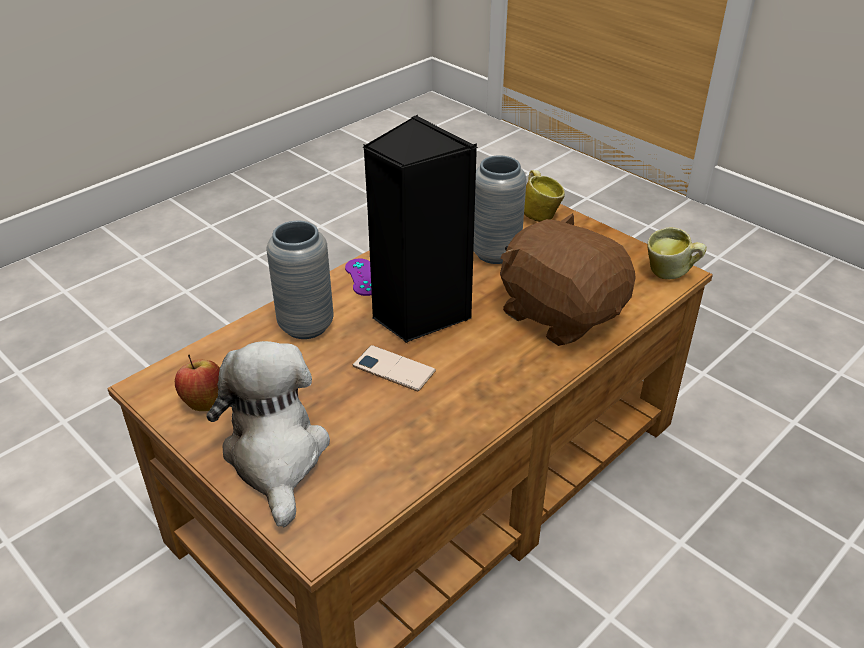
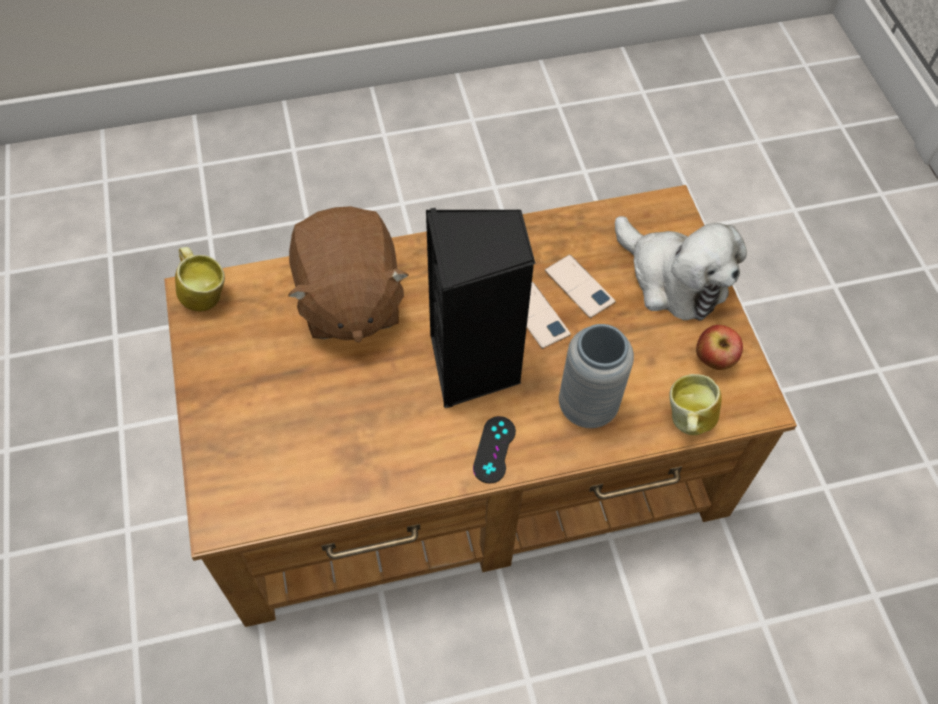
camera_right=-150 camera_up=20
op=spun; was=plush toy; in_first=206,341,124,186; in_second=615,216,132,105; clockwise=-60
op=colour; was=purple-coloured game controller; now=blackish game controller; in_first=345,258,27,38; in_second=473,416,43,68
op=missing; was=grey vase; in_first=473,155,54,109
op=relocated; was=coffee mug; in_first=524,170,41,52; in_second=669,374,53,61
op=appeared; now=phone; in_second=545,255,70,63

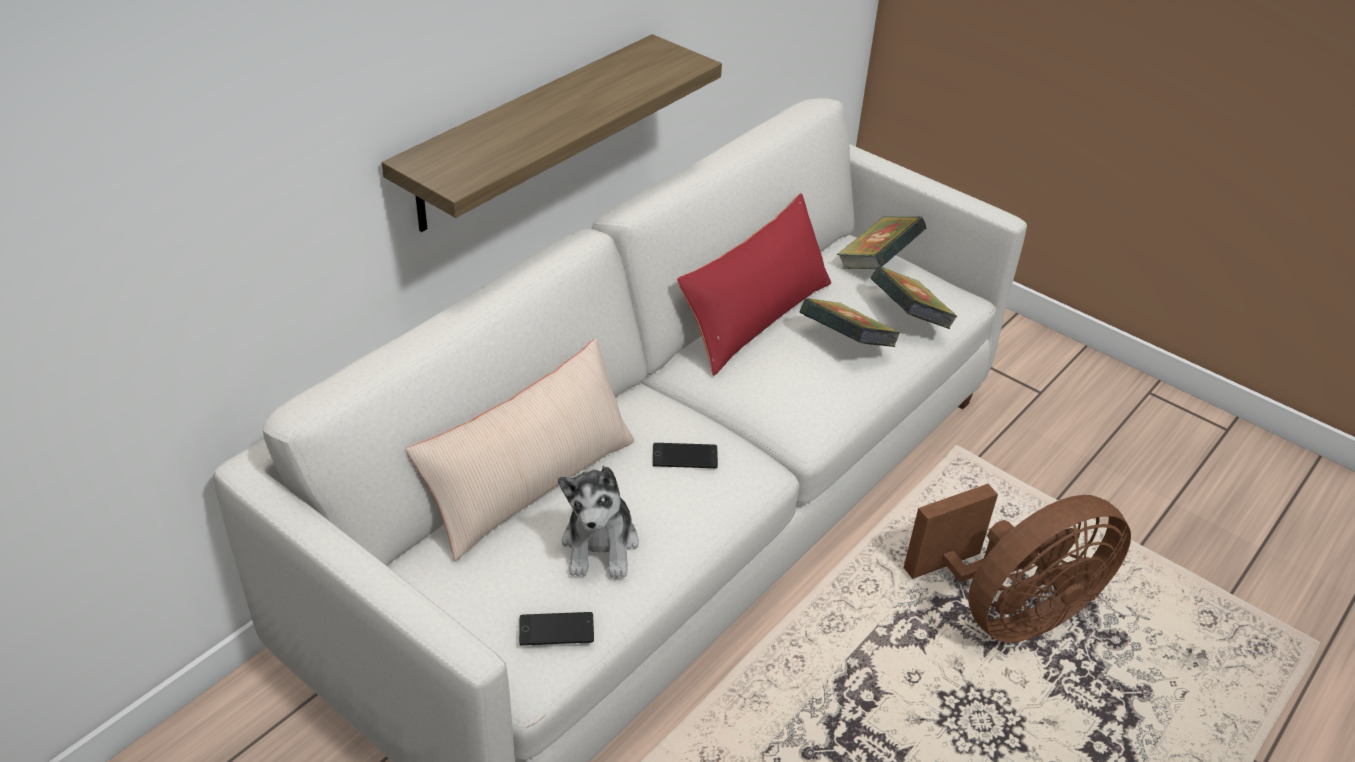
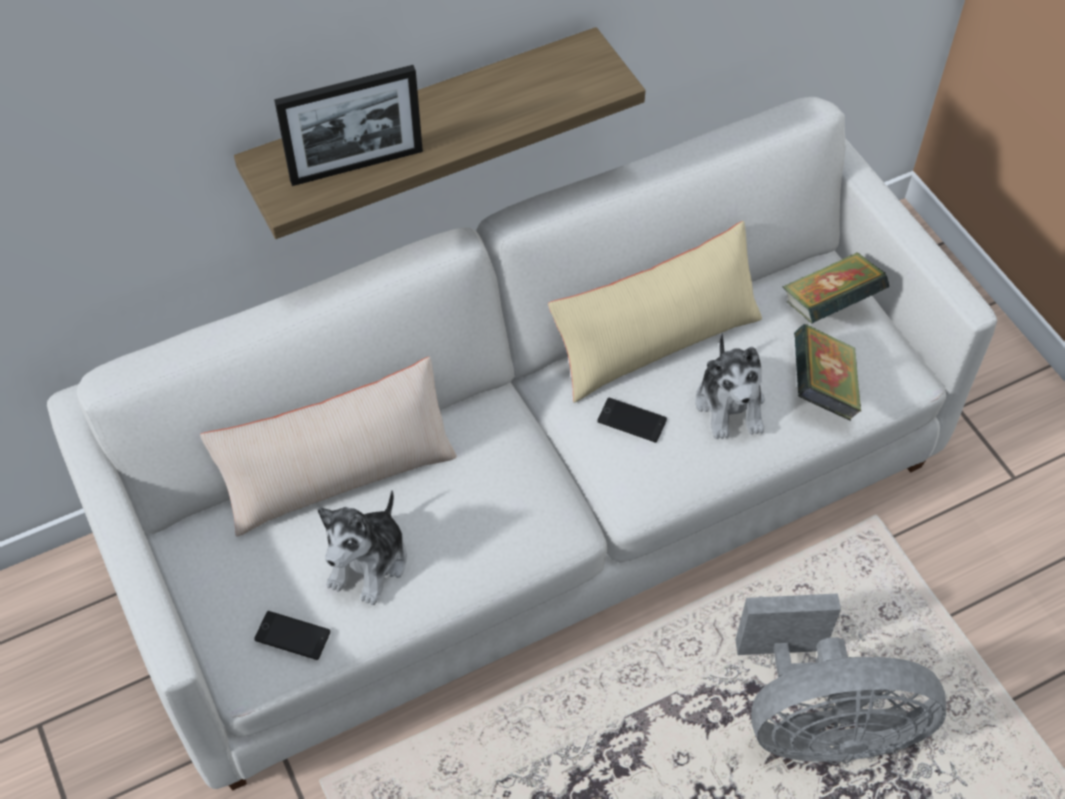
camera_right=25 camera_up=15
op=relocated; was=phone; in_first=653,443,65,26; in_second=597,398,70,45
op=colour; was=red cushion; now=sand-coloured cushion; in_first=677,193,154,183; in_second=548,221,214,182
op=exchanged; was=book; now=plush toy; in_first=800,298,100,49; in_second=696,333,69,107
op=colour; was=brown-coloured fan; now=grey fan; in_first=904,484,227,158; in_second=735,593,211,171
op=appeared; now=picture frame; in_second=274,65,149,121

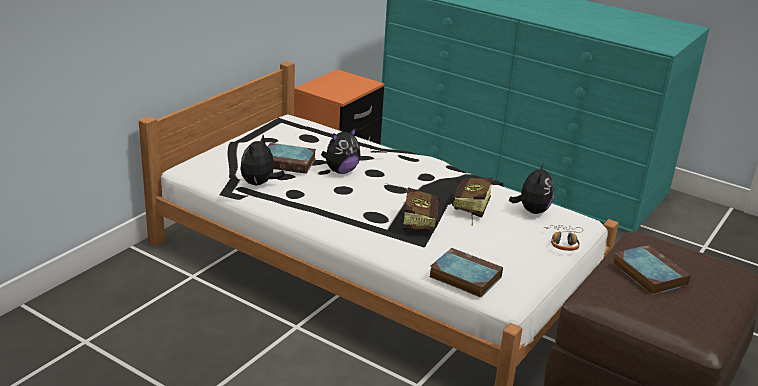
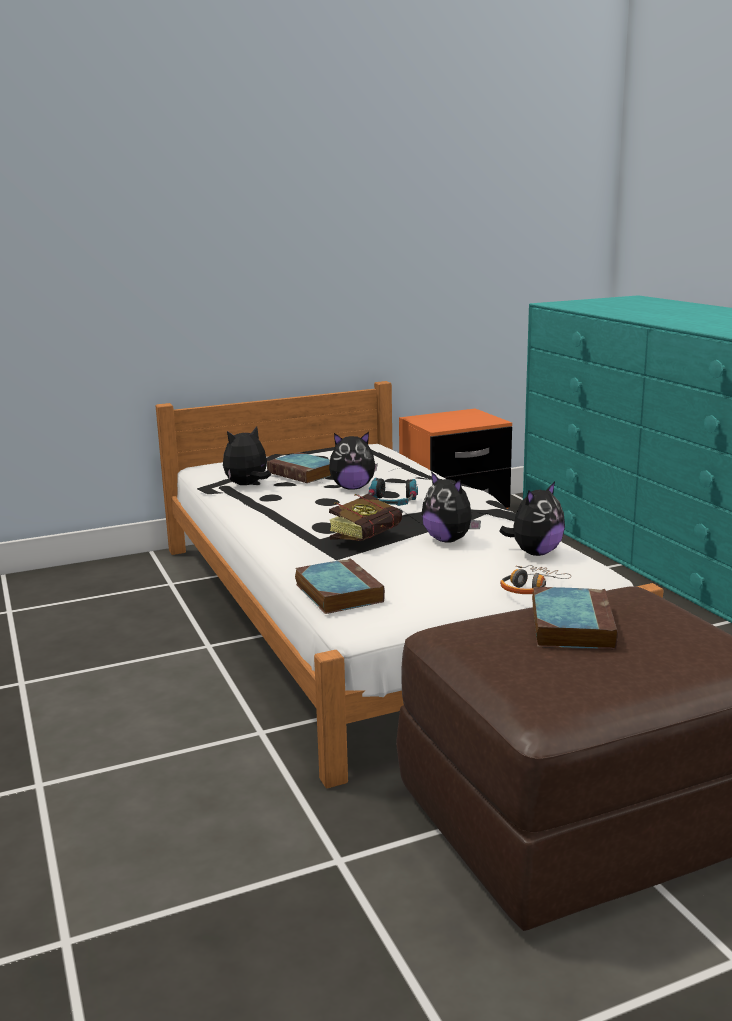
camera_right=35 camera_up=-10
op=exchanged; was=book; now=plush toy; in_first=451,178,43,48; in_second=421,471,60,72
op=appeared; now=headset; in_second=368,478,50,28

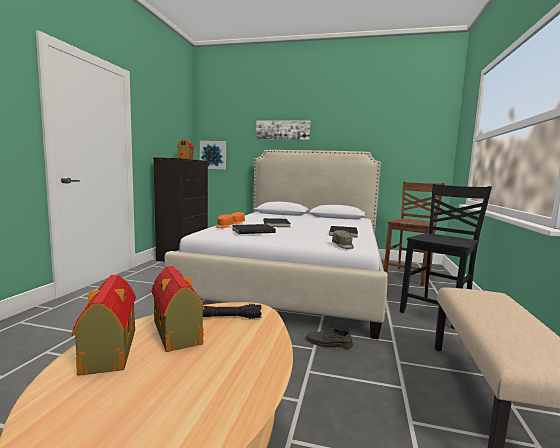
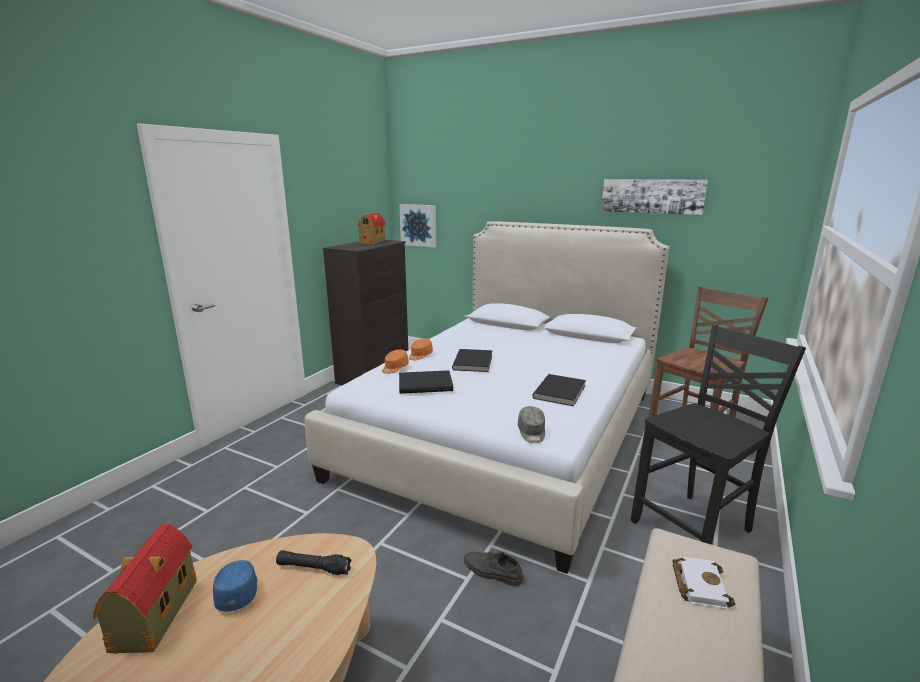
camera_right=15 camera_up=10
op=exchanged; was=toy house; now=bluish baseball cap; in_first=151,266,54,86; in_second=213,560,44,52
op=relocated; was=picture; in_first=256,121,55,19; in_second=601,179,107,36
op=appeared; now=white book; in_second=672,556,63,53

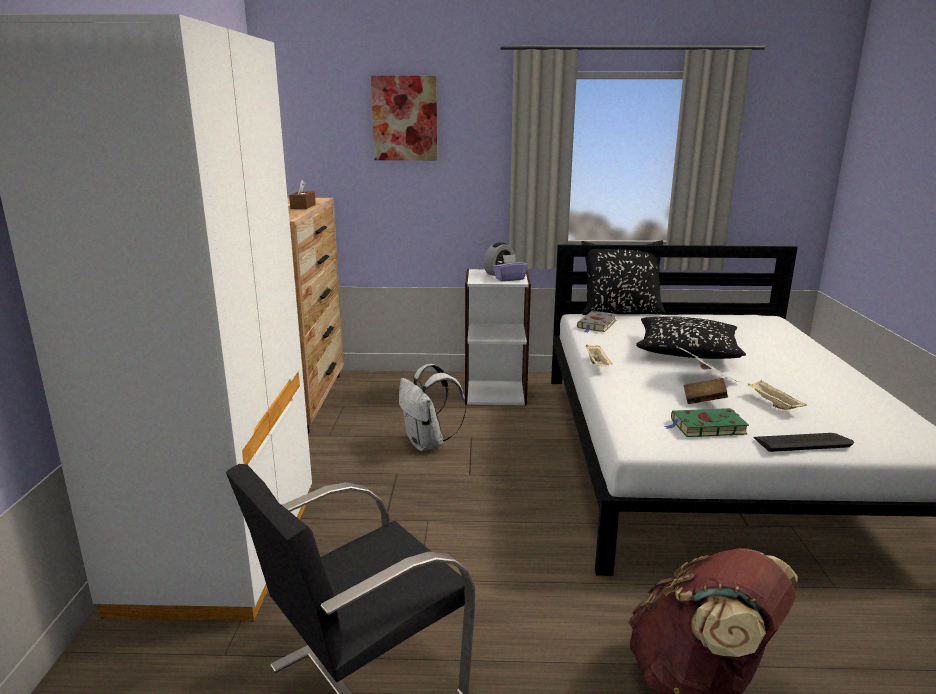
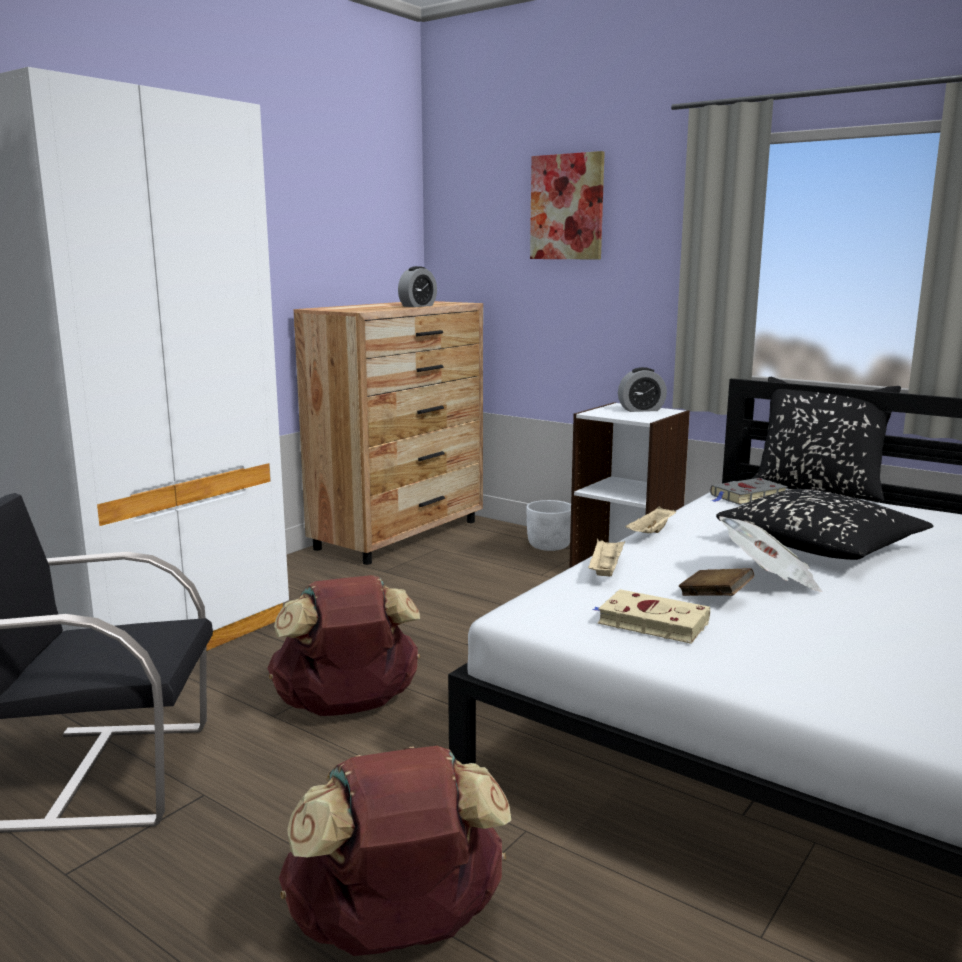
camera_right=35 camera_up=-5
op=exchanged; was=brown-coloured tissue holder; now=bedside clock; in_first=289,180,27,29; in_second=398,266,39,41
op=missing; was=white knapsack; in_first=399,364,67,87
op=missing; was=purple-coloured tissue holder; in_first=493,254,35,28
op=colour; was=green book; now=sand-coloured book; in_first=664,408,85,29; in_second=592,589,118,55
op=relocated; was=sand-coloured serving tray; in_first=748,380,59,30; in_second=588,539,37,37
op=missing; was=PC keyboard; in_first=754,433,100,19
op=appeared; now=brown-coloured knapsack; in_second=267,575,153,141
op=appeared; now=white planter; in_second=527,500,44,51

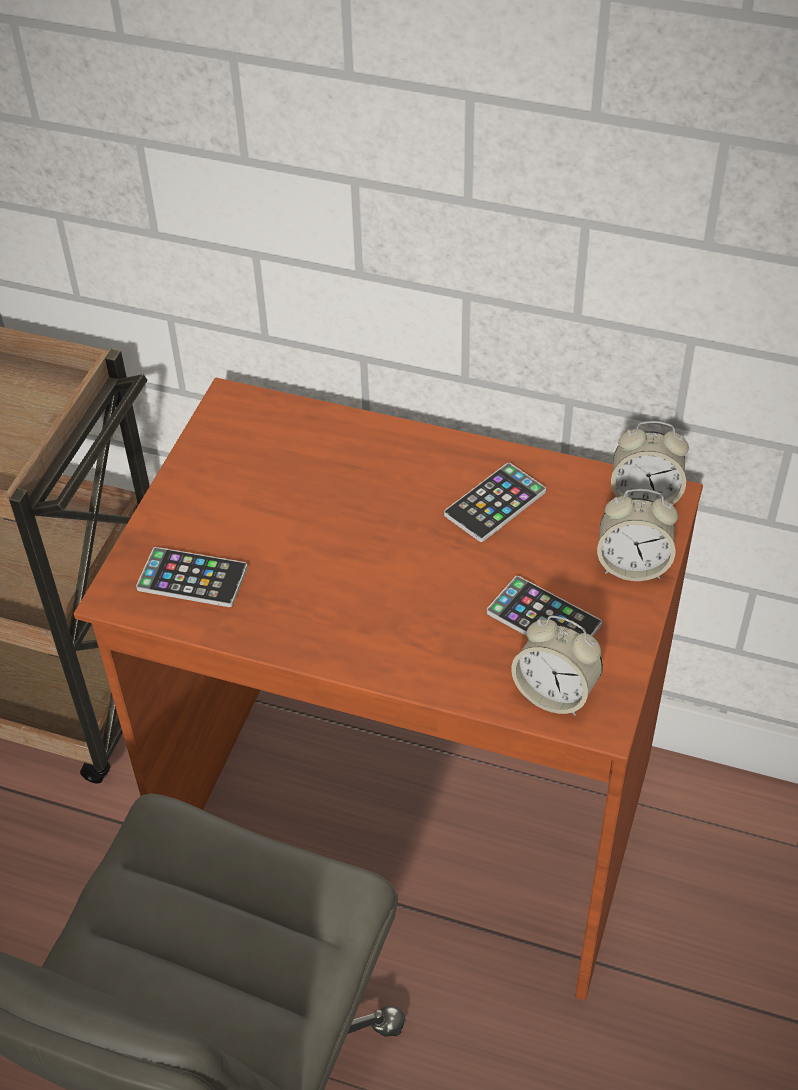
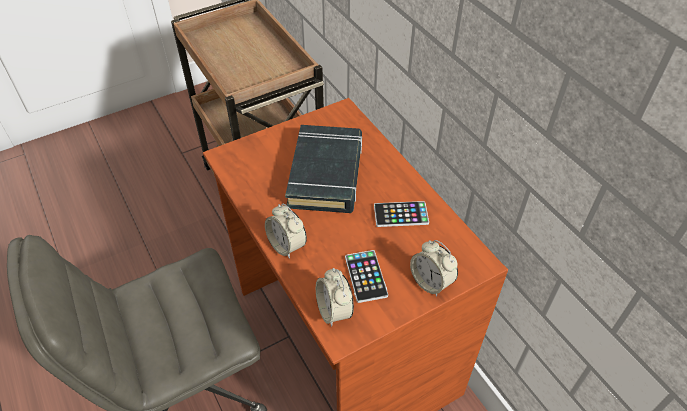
camera_right=40 camera_up=0
op=missing; was=phone; in_first=136,547,112,60
op=relocated; was=bedside clock; in_first=611,421,78,83; in_second=265,204,42,55
op=appeared; now=blackish book; in_second=285,125,77,88

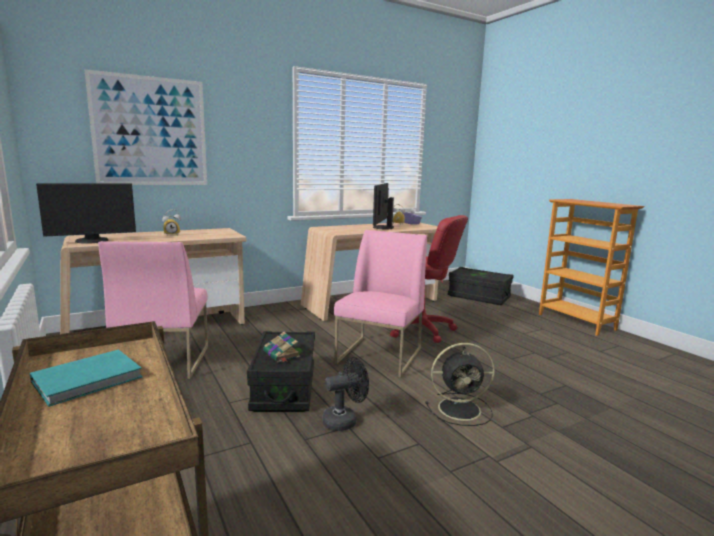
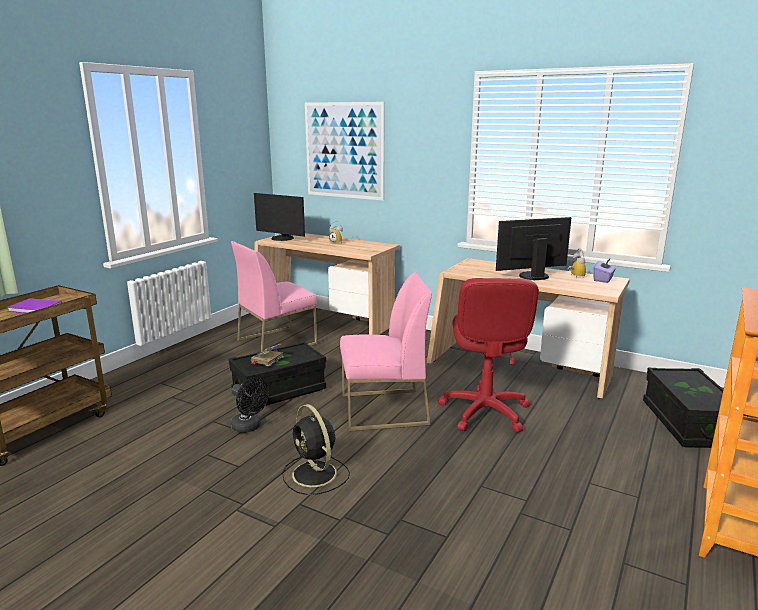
camera_right=60 camera_up=5
op=colour; was=turquoise book; now=purple-coloured book; in_first=30,350,113,57; in_second=7,298,55,15

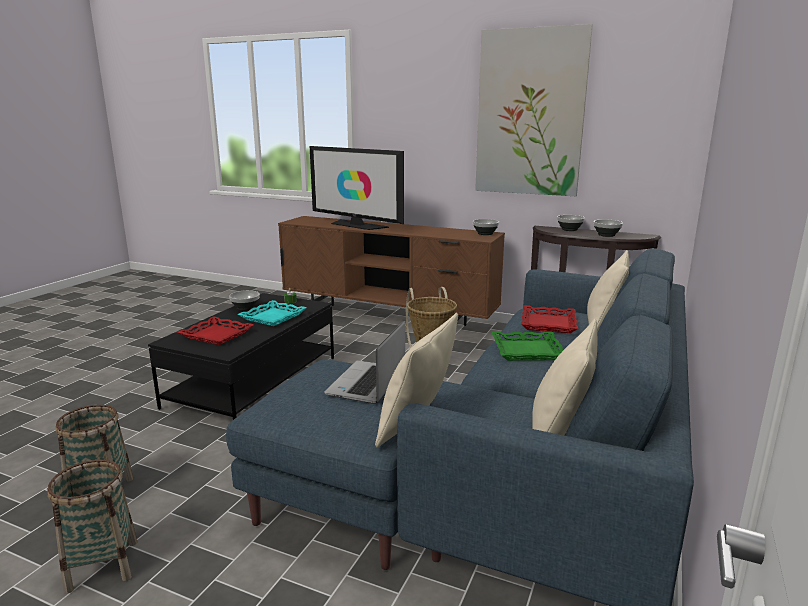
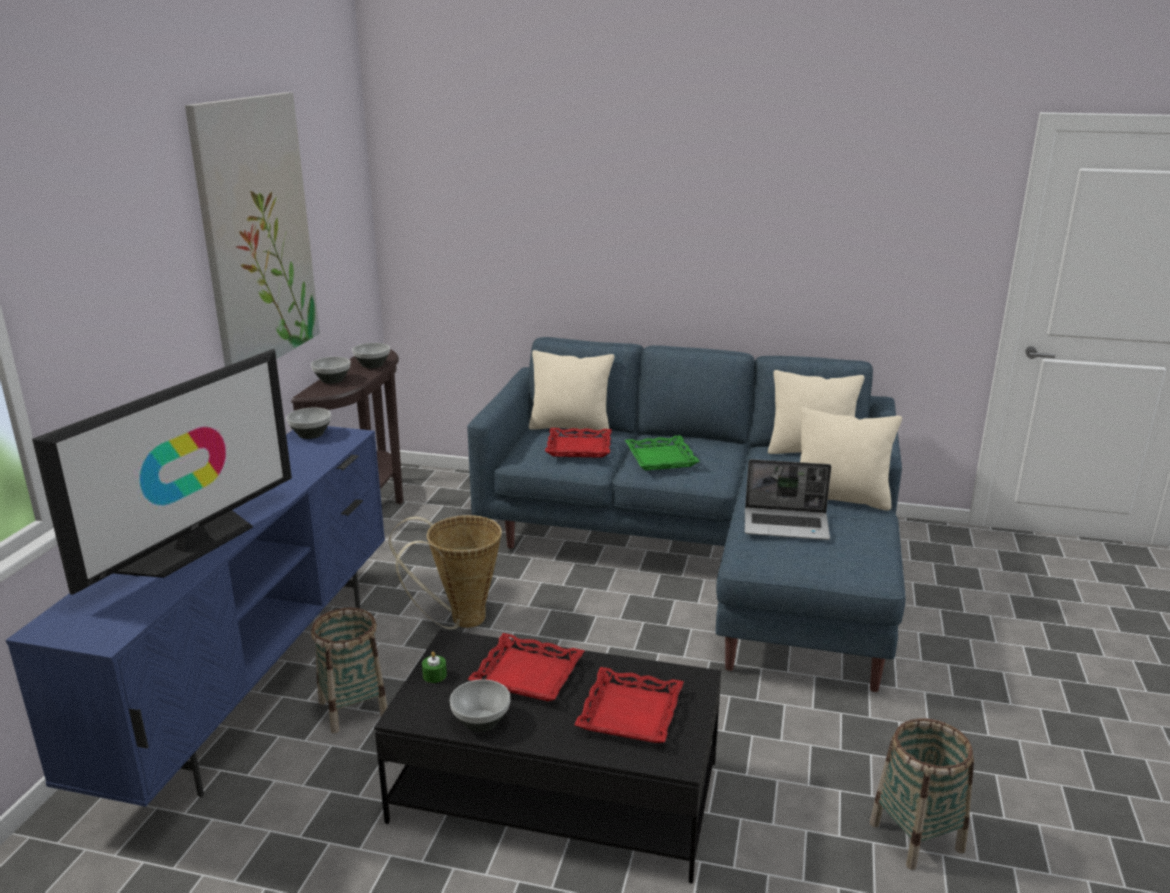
camera_right=-100 camera_up=5
op=relocated; was=storage basket; in_first=47,460,90,134; in_second=311,608,76,125
op=colour; was=turquoise serving tray; now=red serving tray; in_first=238,300,68,26; in_second=468,633,117,68
op=colour; was=brown-coloured tv unit; now=bluish tv unit; in_first=278,216,227,110; in_second=6,426,379,381

